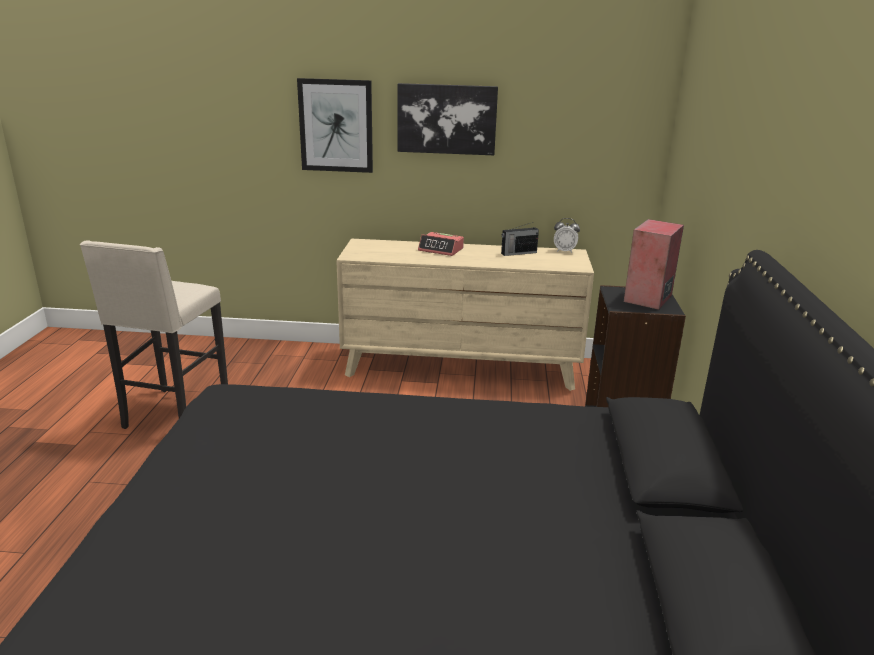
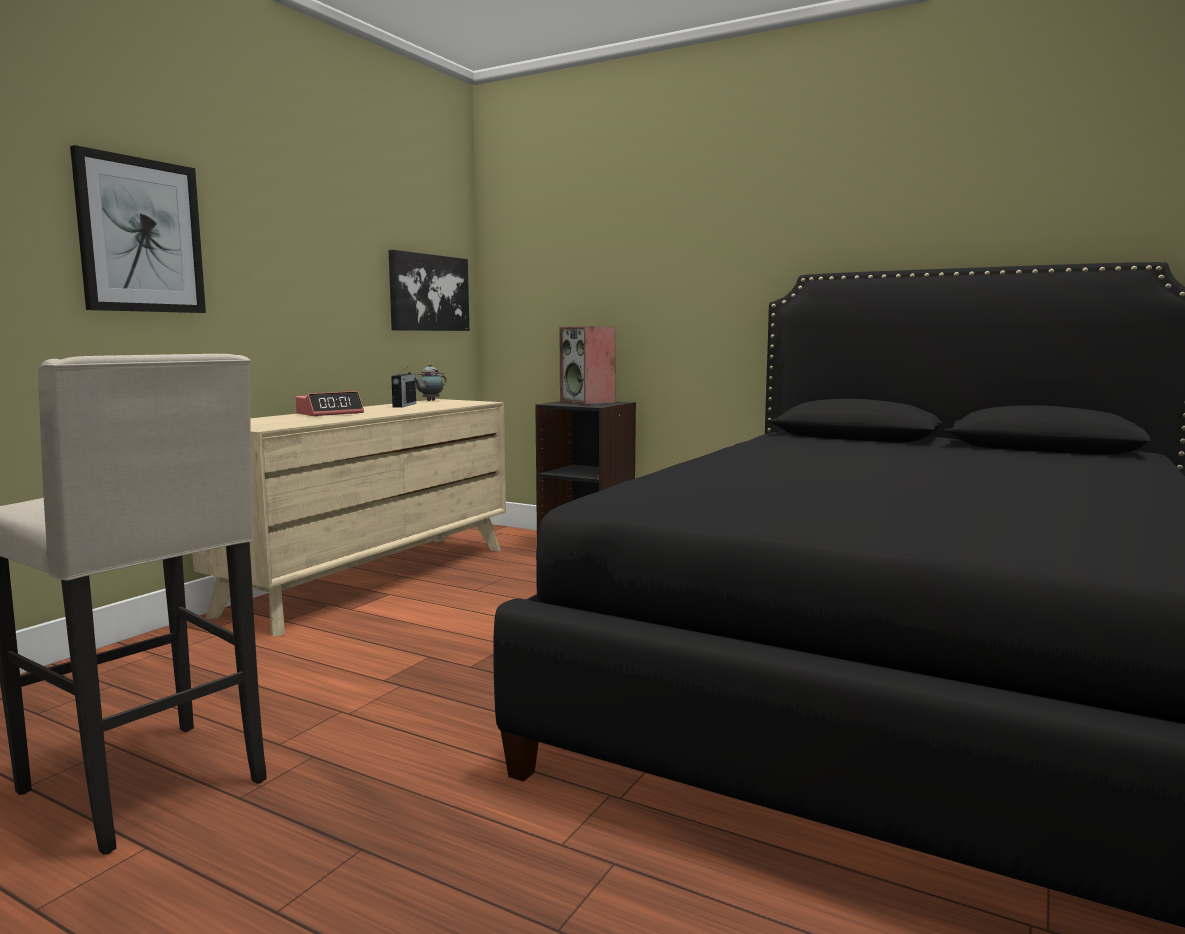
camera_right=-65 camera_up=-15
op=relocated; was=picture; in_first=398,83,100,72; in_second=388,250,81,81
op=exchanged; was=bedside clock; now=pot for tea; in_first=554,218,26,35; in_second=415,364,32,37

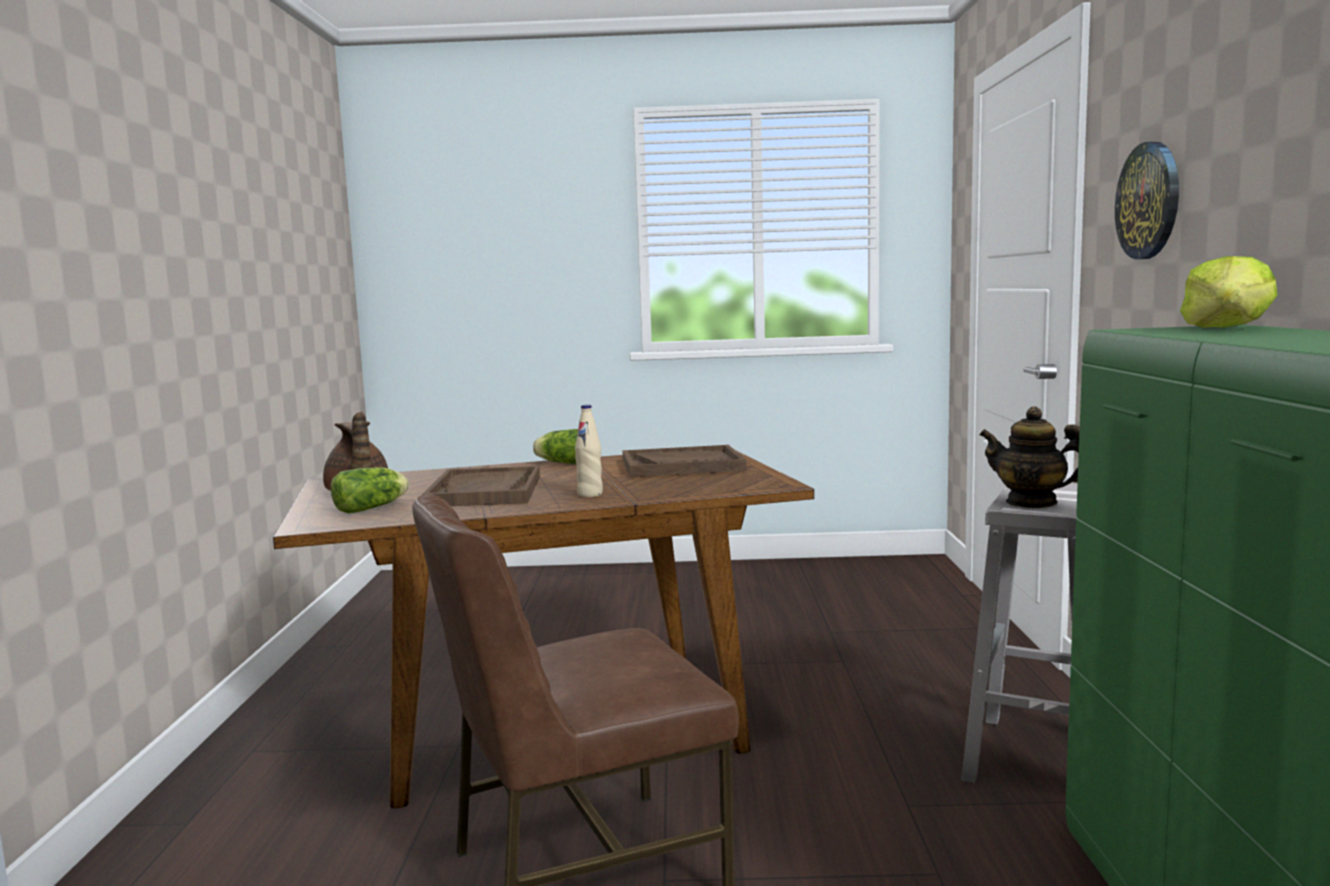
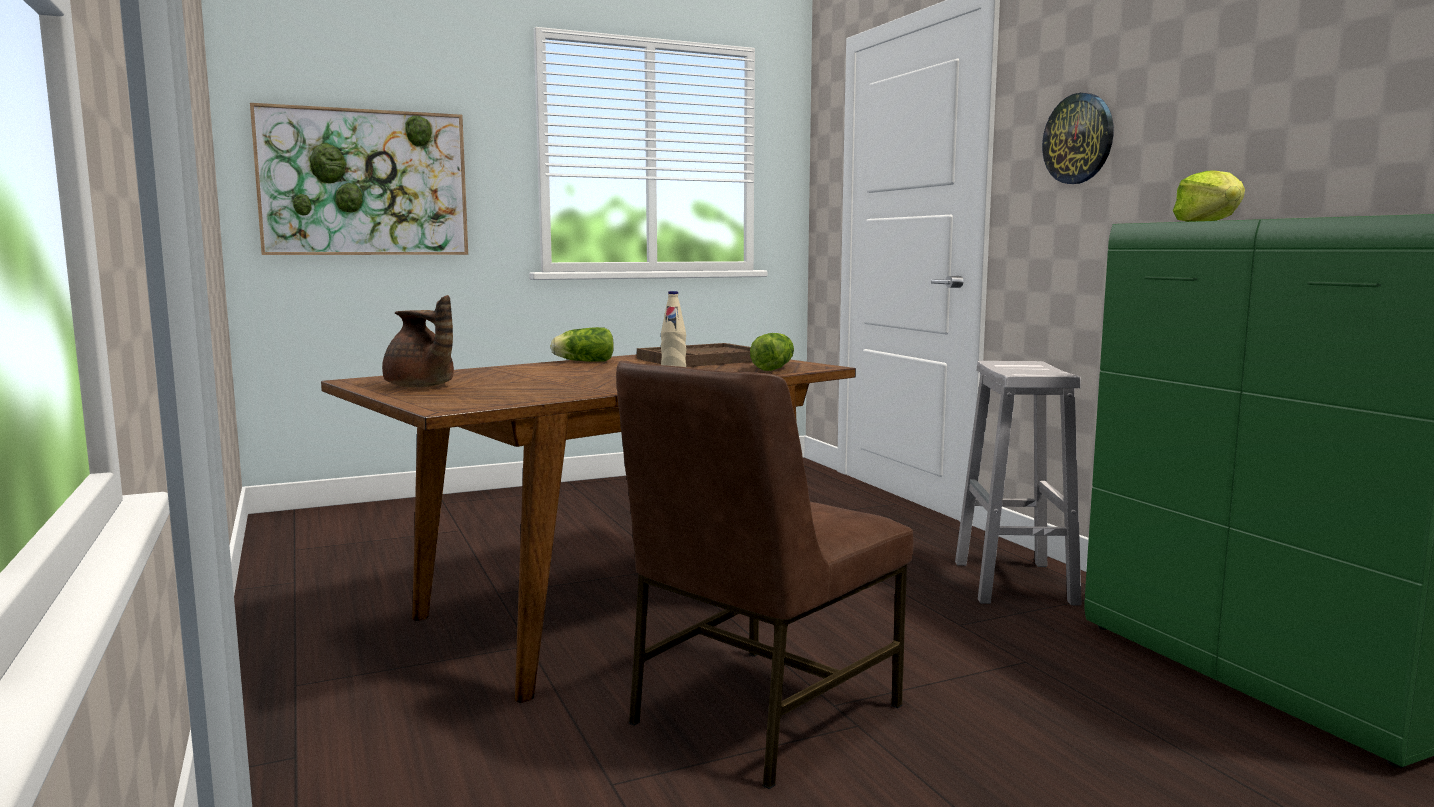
camera_right=-25 camera_up=0
op=relocated; was=lettuce; in_first=331,467,78,47; in_second=750,333,44,38
op=missing; was=brown-coloured serving tray; in_first=422,466,118,40
op=missing; was=pot for tea; in_first=979,406,101,102
op=appeared; now=picture; in_second=250,103,218,152

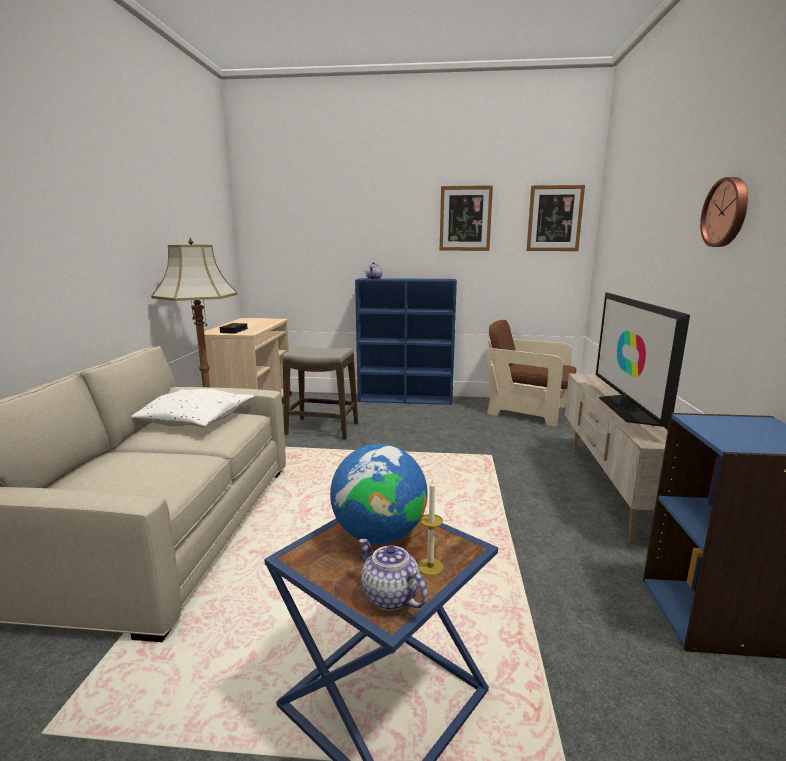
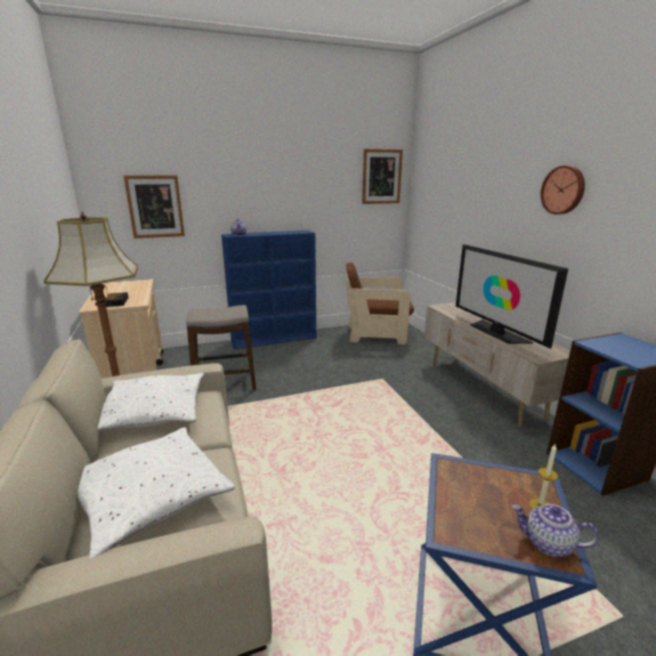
camera_right=-25 camera_up=5
op=missing; was=globe; in_first=330,444,98,100
op=relocated; was=picture; in_first=440,185,53,66; in_second=124,175,61,64
op=appeared; now=white cushion; in_second=78,427,157,131

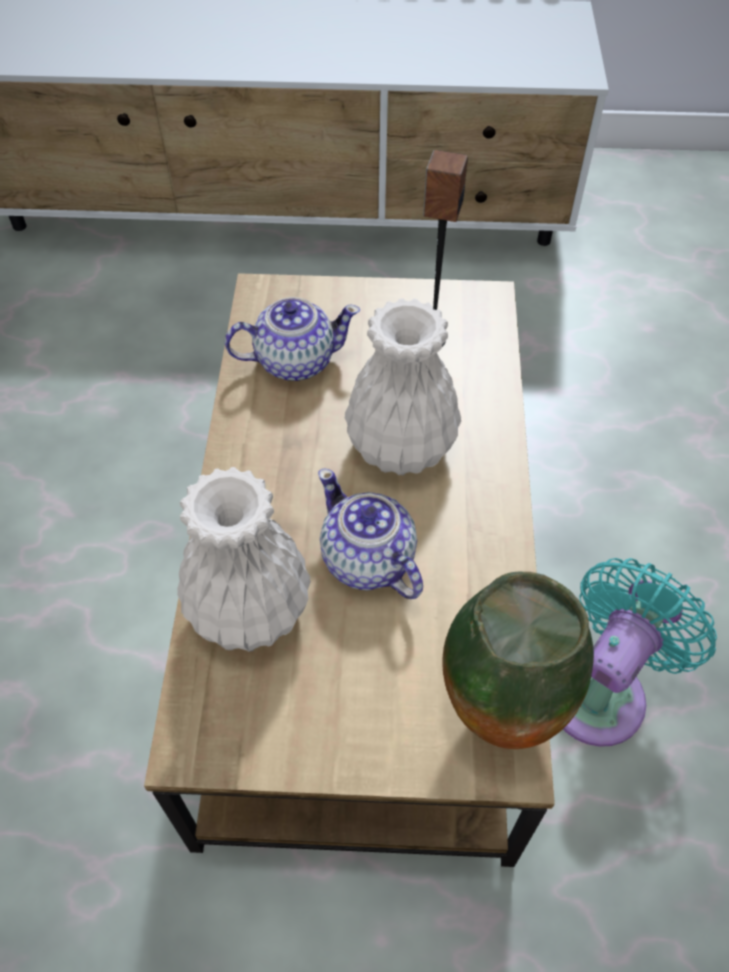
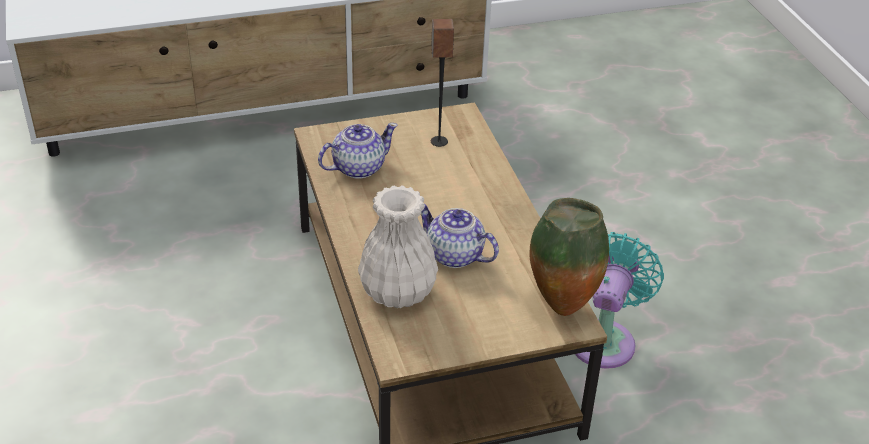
camera_right=-20 camera_up=-15
op=missing; was=white vase; in_first=344,298,117,177

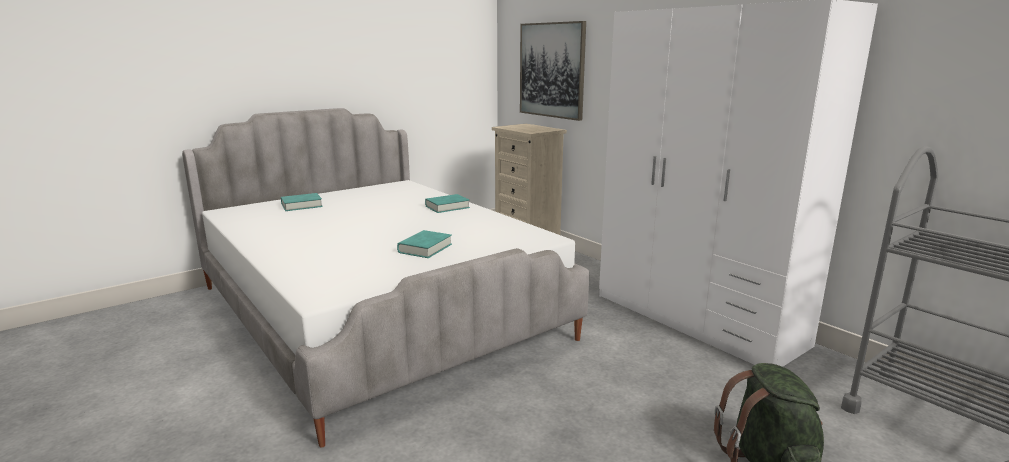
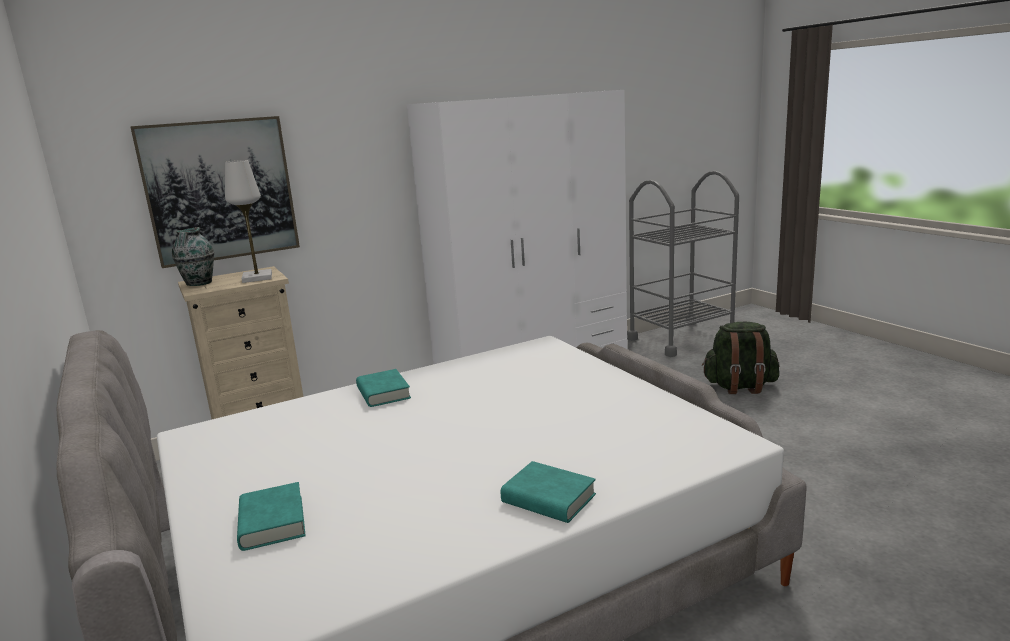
camera_right=-80 camera_up=0
op=relocated; was=turquoise book; in_first=397,230,55,28; in_second=501,461,95,62
op=appeared; now=vase; in_second=172,227,42,59
op=appeared; now=white tabletop lamp; in_second=225,160,47,123

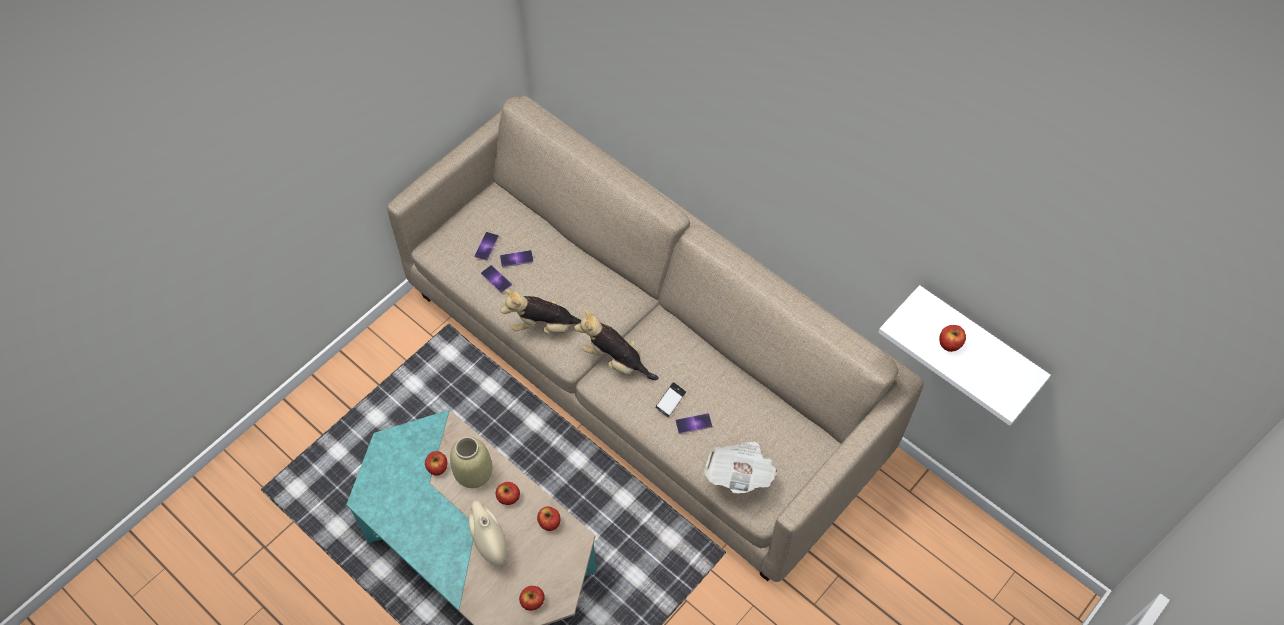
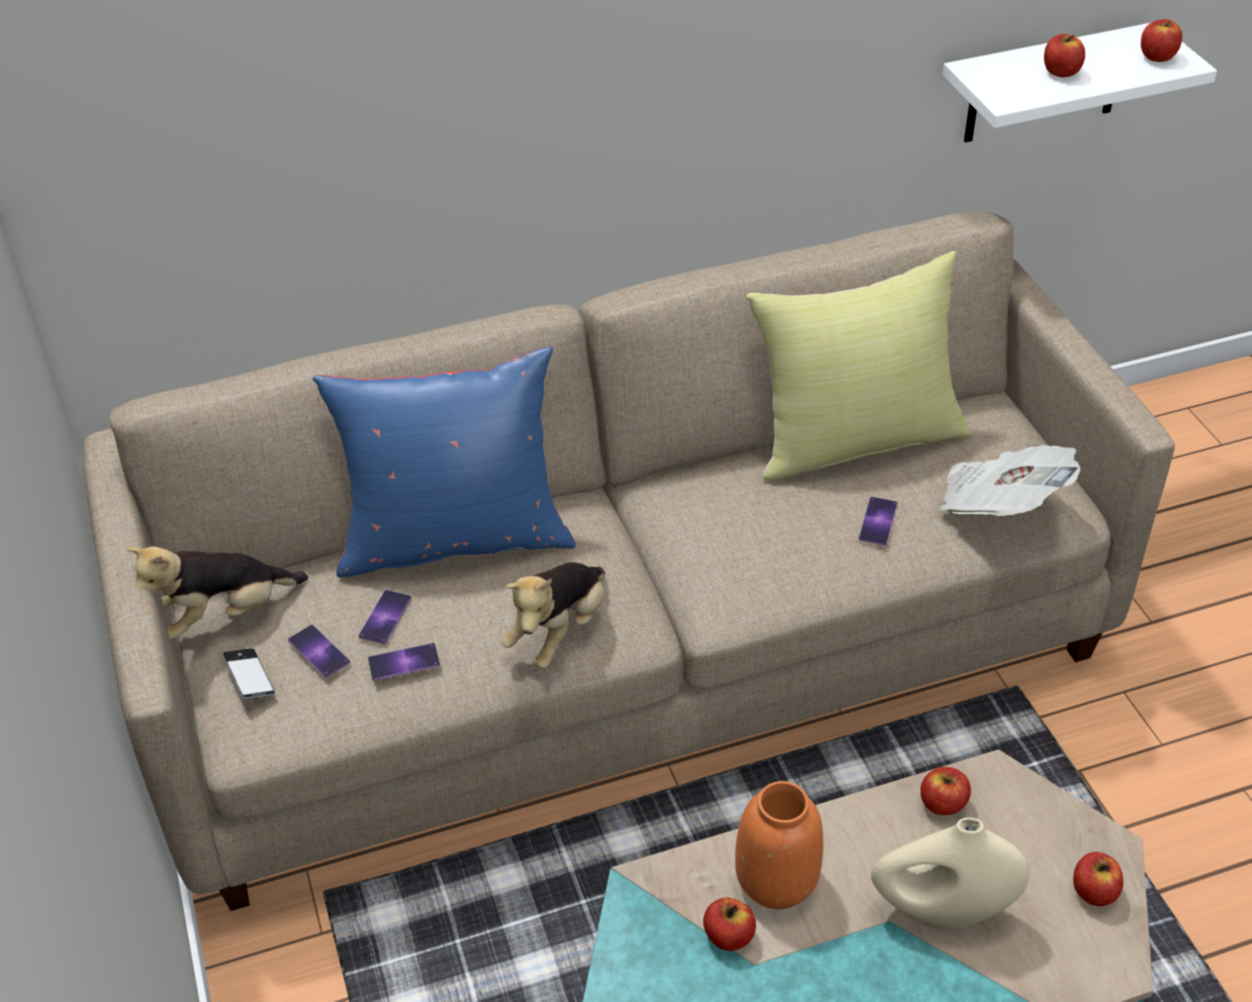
camera_right=-60 camera_up=-15
op=colour; was=sand-coloured vase; now=orange-coloured vase; in_first=450,437,43,51; in_second=735,781,88,128
op=relocated; was=apple; in_first=496,482,24,23; in_second=1141,19,41,43
op=relocated; was=plush toy; in_first=574,309,84,71; in_second=126,546,182,94
op=relocated; was=phone; in_first=655,382,31,35; in_second=222,648,53,52
op=appeared; now=bluish cushion; in_second=312,346,264,232
op=appeared; now=yellow cushion; in_second=746,251,226,229

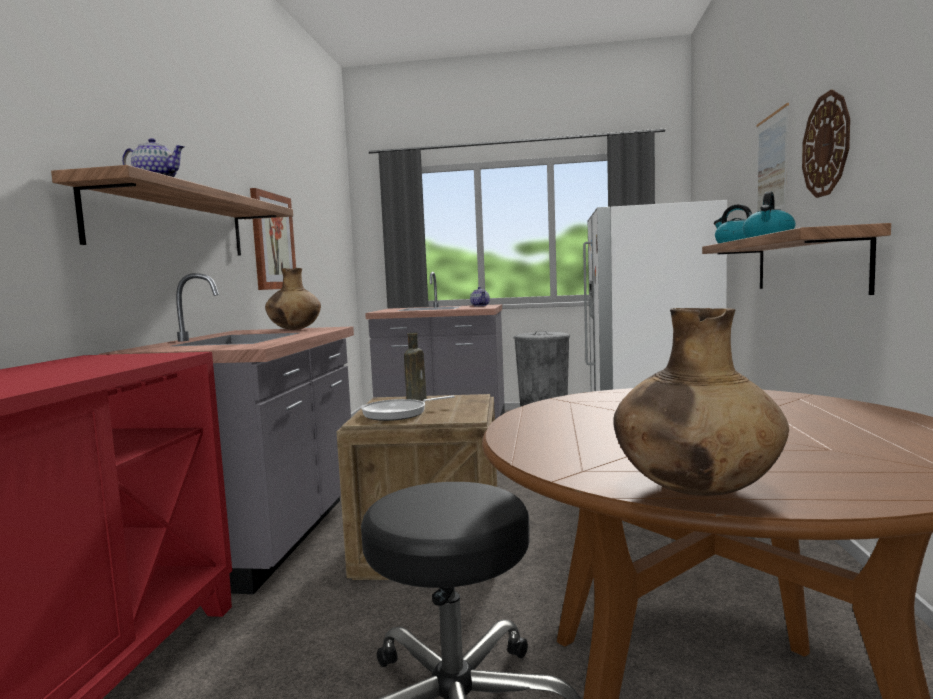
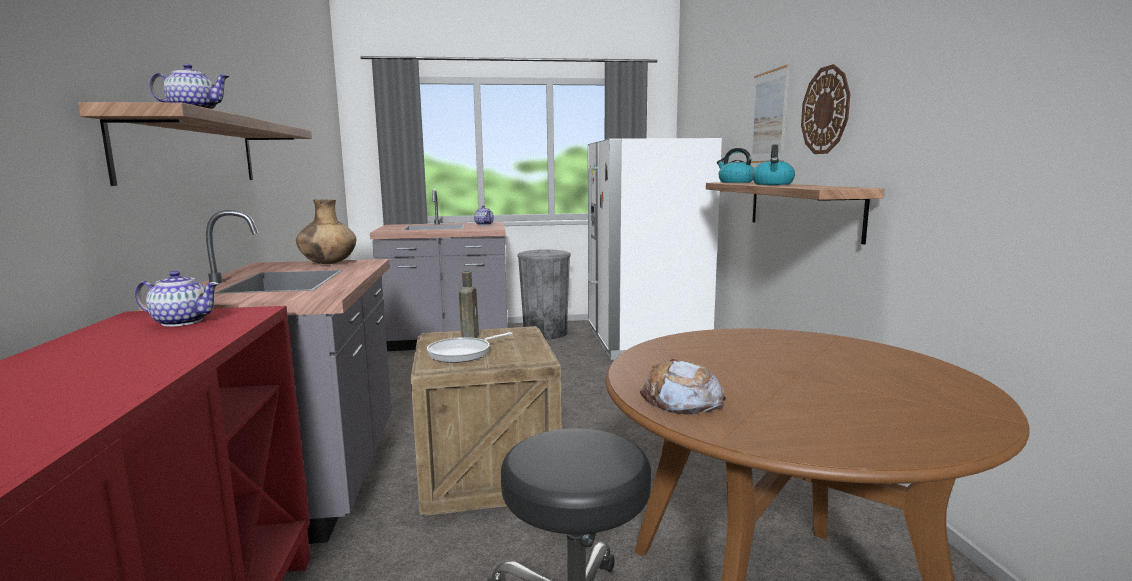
camera_right=-15 camera_up=5
op=missing; was=picture; in_first=250,188,46,102
op=missing; was=brown-coloured vase; in_first=613,308,176,188
op=appeared; now=pot for tea; in_second=135,271,84,56
op=appeared; now=baked bread; in_second=640,359,86,55

